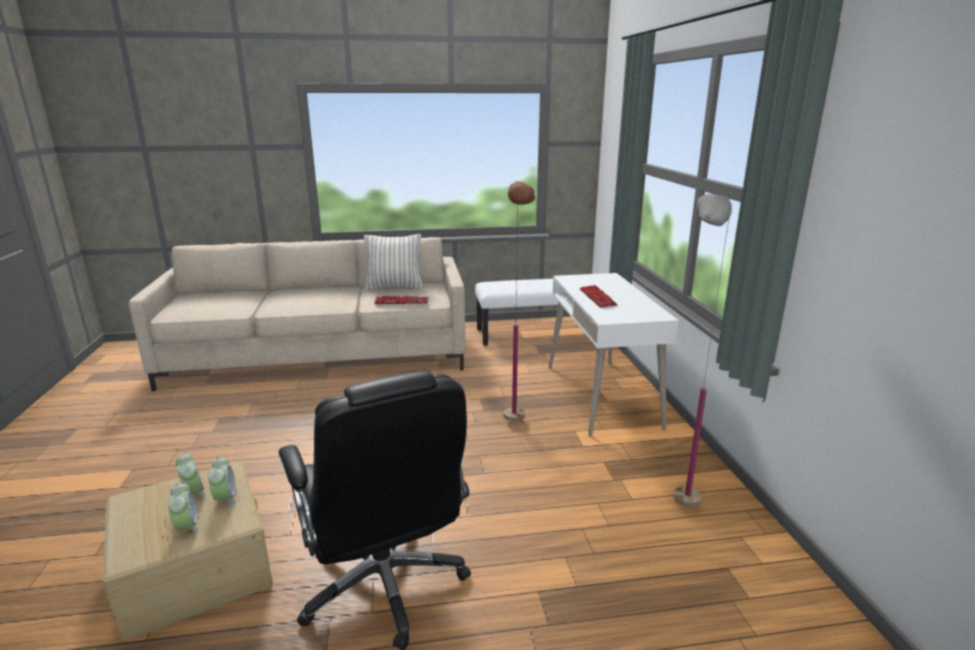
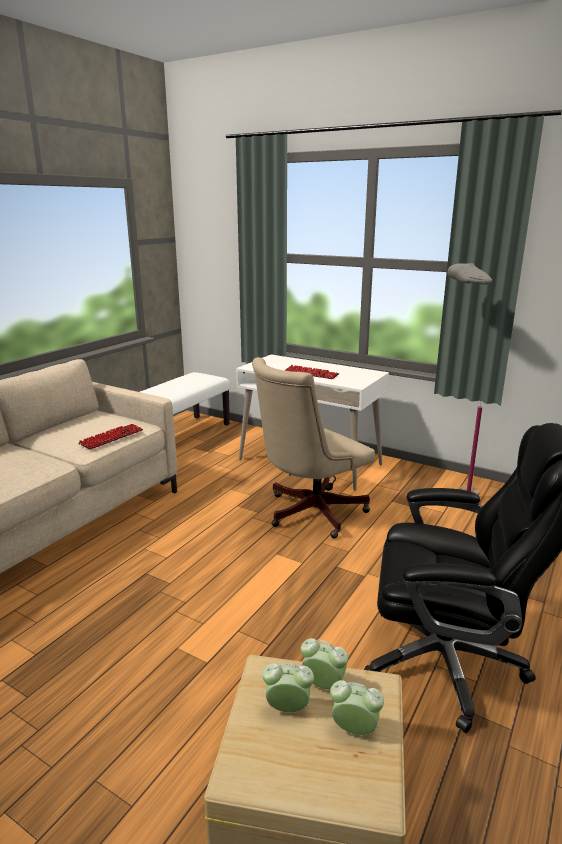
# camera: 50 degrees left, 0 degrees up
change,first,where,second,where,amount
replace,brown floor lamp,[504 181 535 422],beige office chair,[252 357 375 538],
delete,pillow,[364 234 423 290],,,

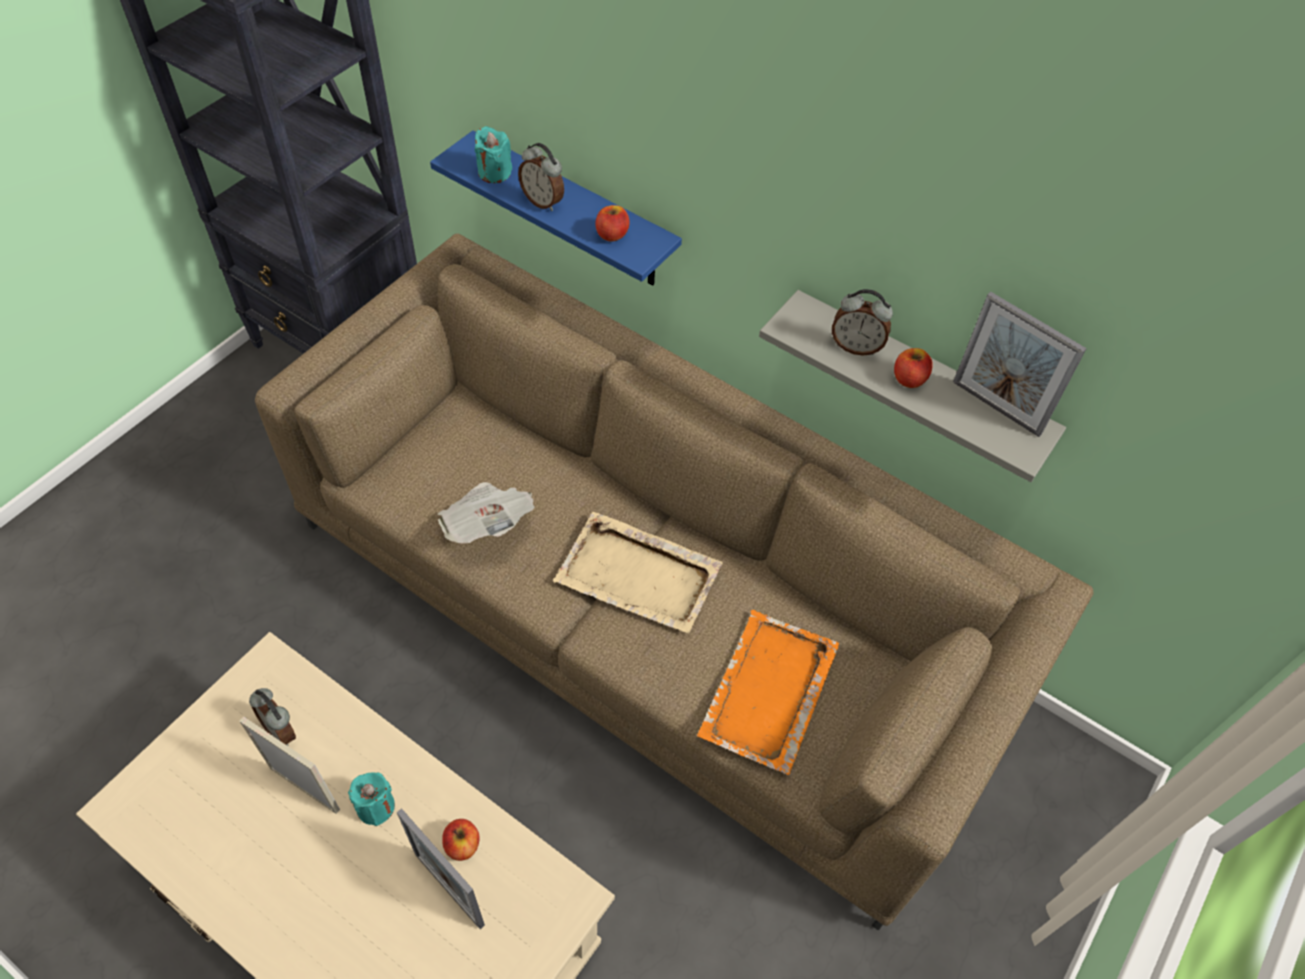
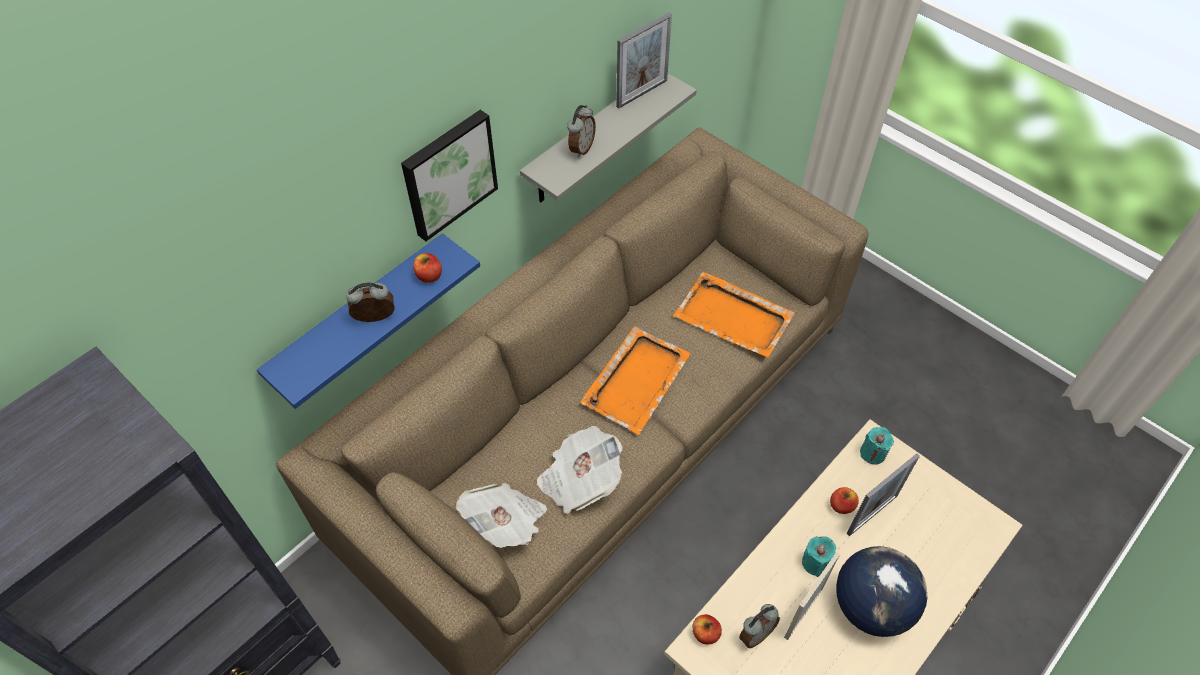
# camera: 80 degrees left, 0 degrees up
change,first,where,second,where,amount
rotate,alarm clock,[518 143 564 211],,[346 283 394 322],150 degrees counterclockwise
insert,,,picture,[401 110 498 241],
insert,,,newspaper,[456 483 547 548],
recolor,beige tray,[553 512 723 633],orange tray,[580 326 691 435],
move,apple,[894 348 933 388],,[692 614 722 644],
insert,,,globe,[836 546 927 637],
move,turquoise candle,[475 126 512 183],,[860 427 894 465],

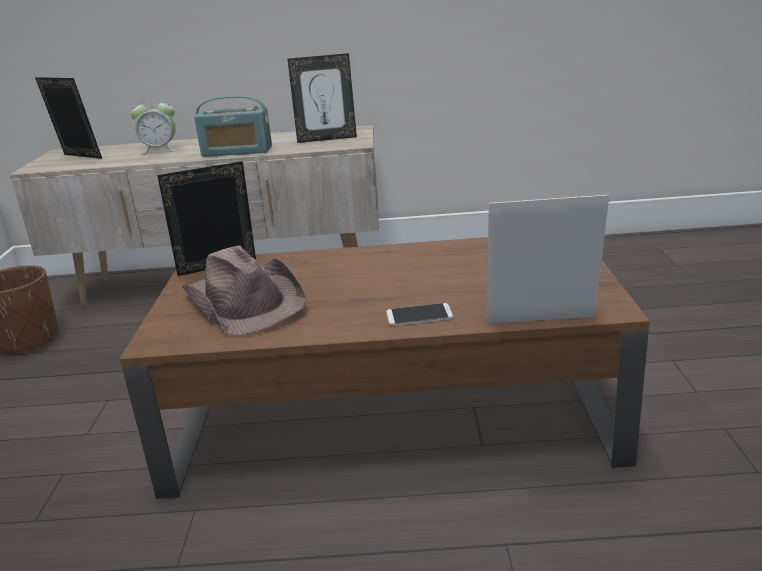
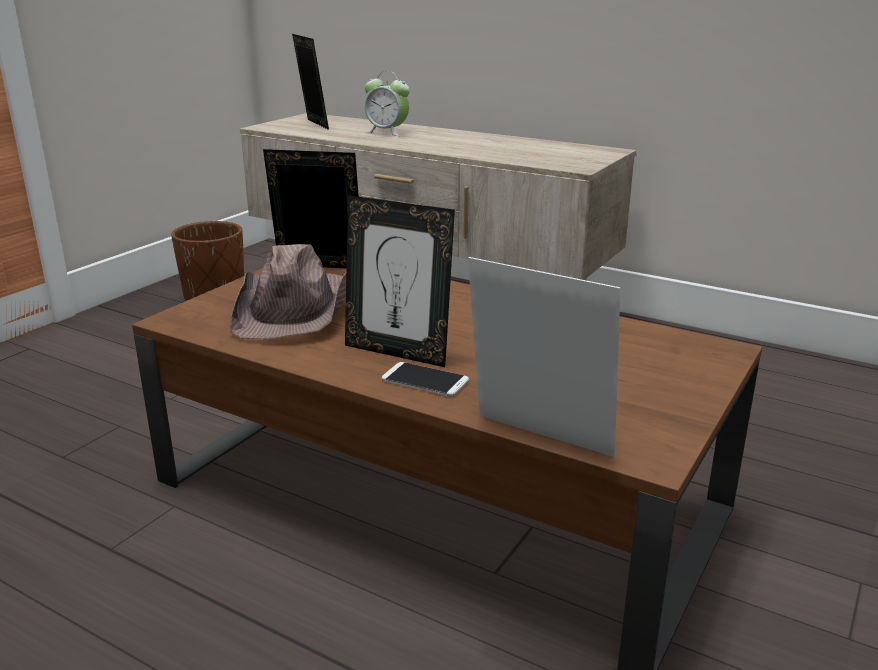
# camera: 30 degrees right, 0 degrees up
change,first,where,second,where,amount
move,picture frame,[287 53 357 143],,[345 195 455 367],
delete,radio,[194 95 272 157],,,

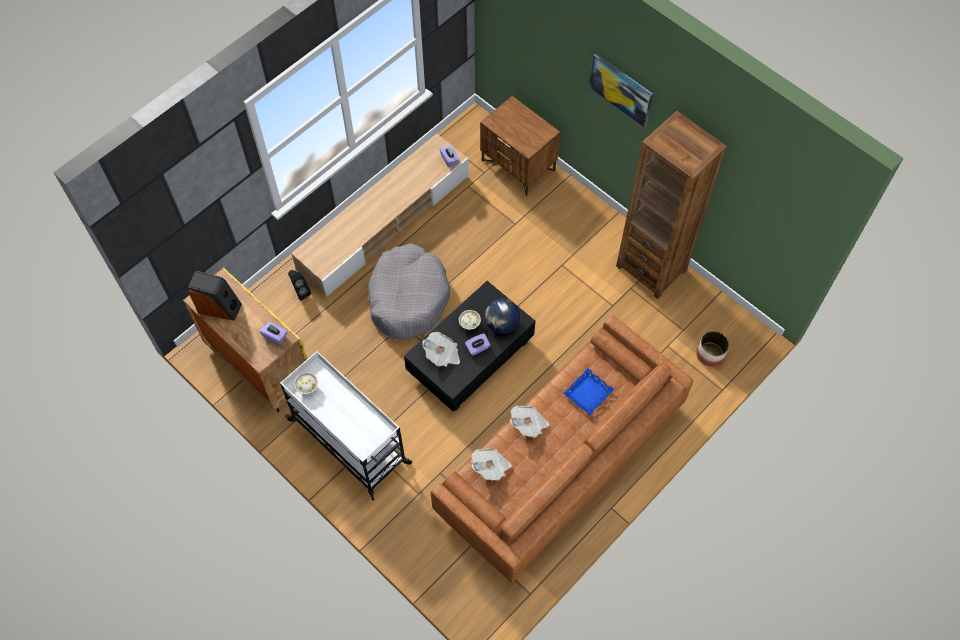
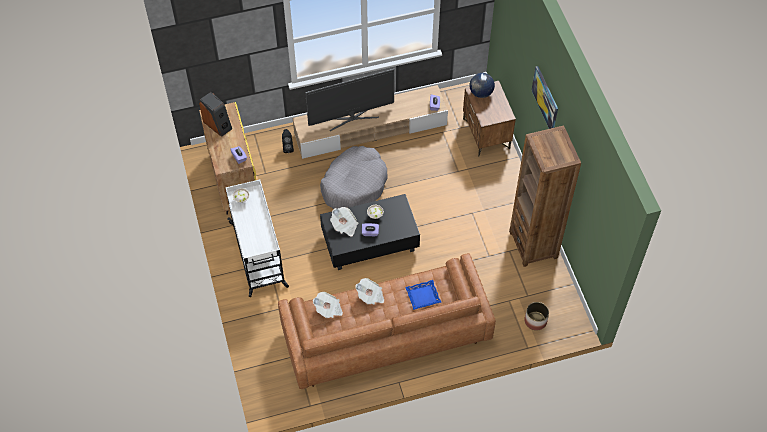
# camera: 30 degrees right, 5 degrees down
change,first,where,second,where,amount
insert,,,television,[305 69 395 131],
move,globe,[485 298 520 334],,[469 73 495 98],

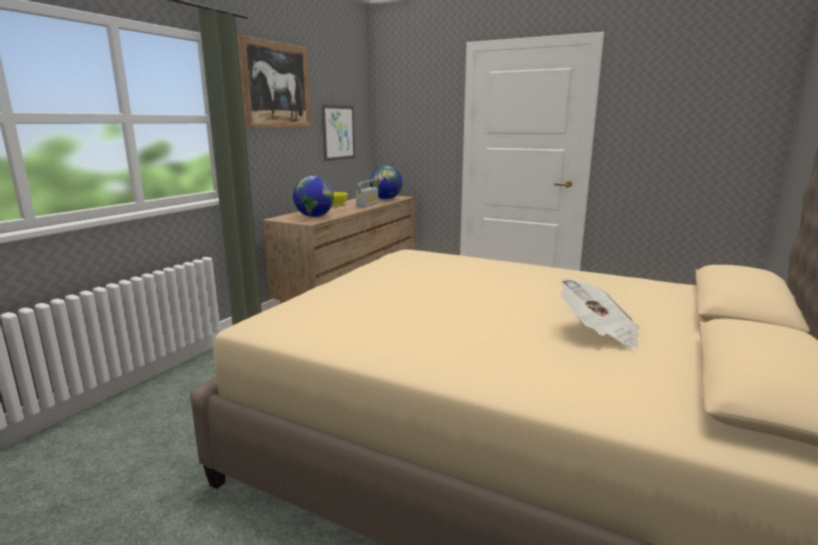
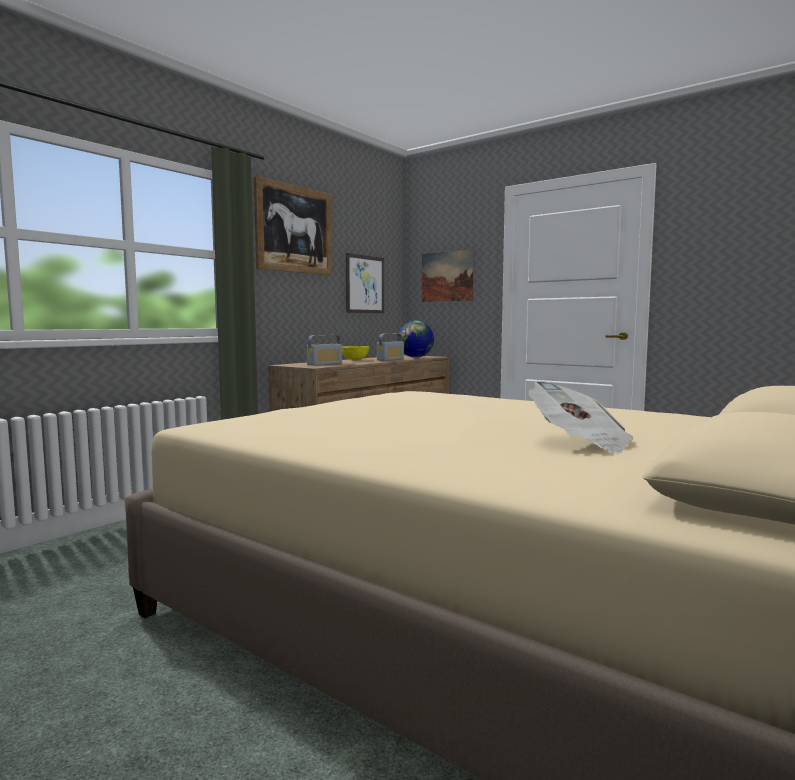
# camera: 10 degrees right, 10 degrees down
change,first,where,second,where,amount
replace,globe,[293 176 334 217],radio,[307 335 342 366],
insert,,,picture,[422 249 474 302],

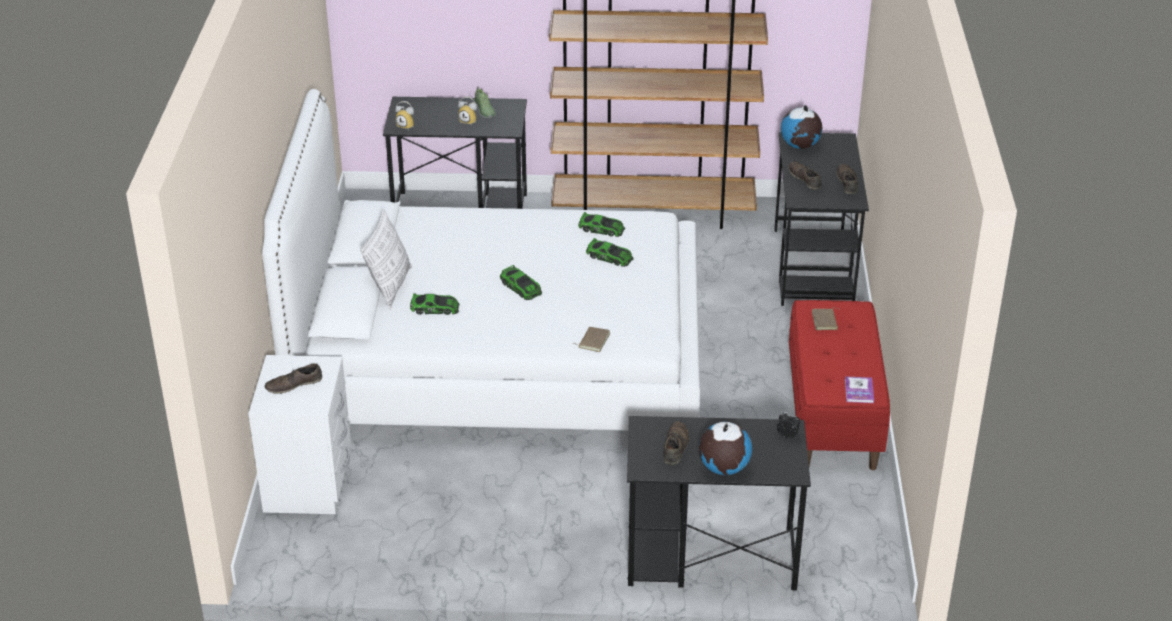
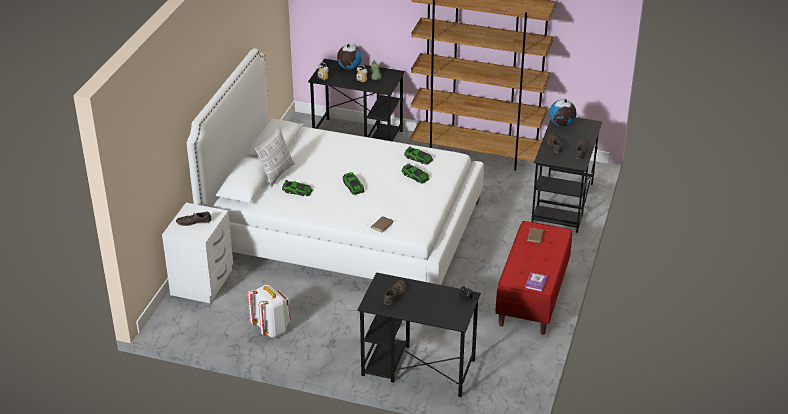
# camera: 15 degrees right, 0 degrees up
change,first,where,second,where,amount
insert,,,white backpack,[248 285 291 338],
move,globe,[699 422 752 475],,[337 44 362 70],

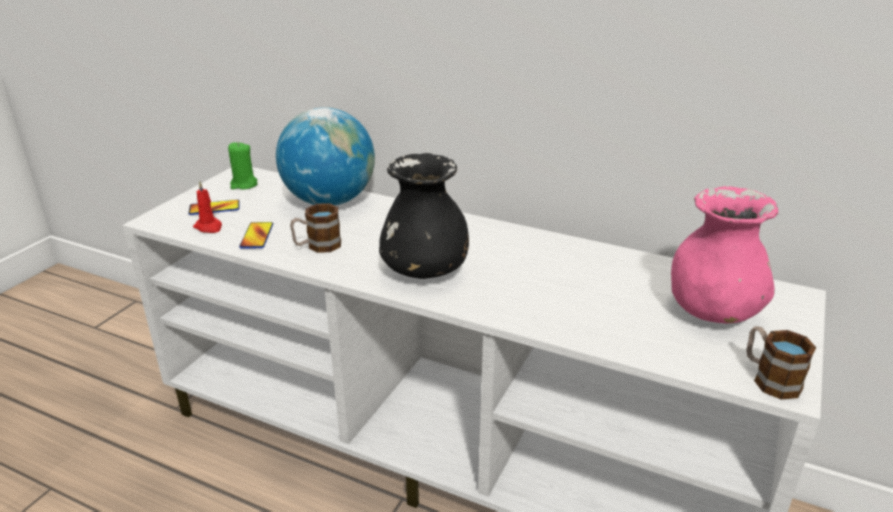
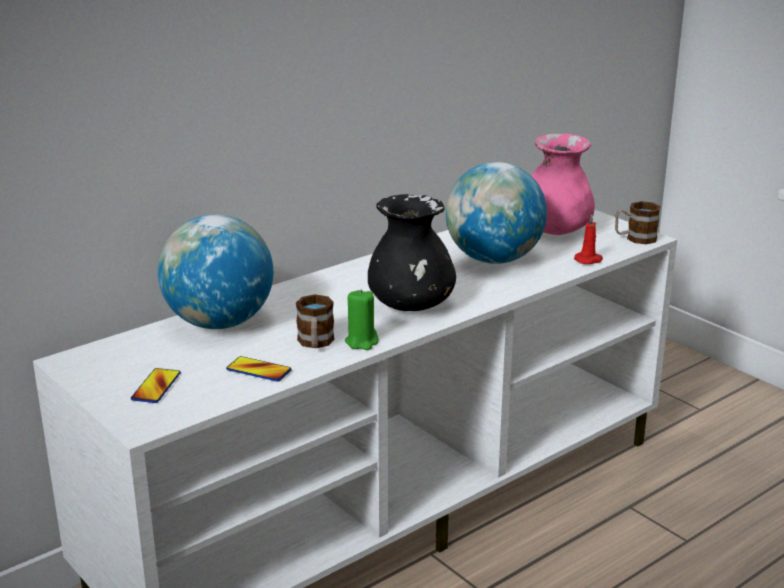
# camera: 65 degrees left, 5 degrees down
change,first,where,second,where,amount
move,green candle,[228 142 258 190],,[345 289 379 350],
insert,,,globe,[446 162 547 264],
move,red candle,[193 181 222 233],,[574 214 603 264],

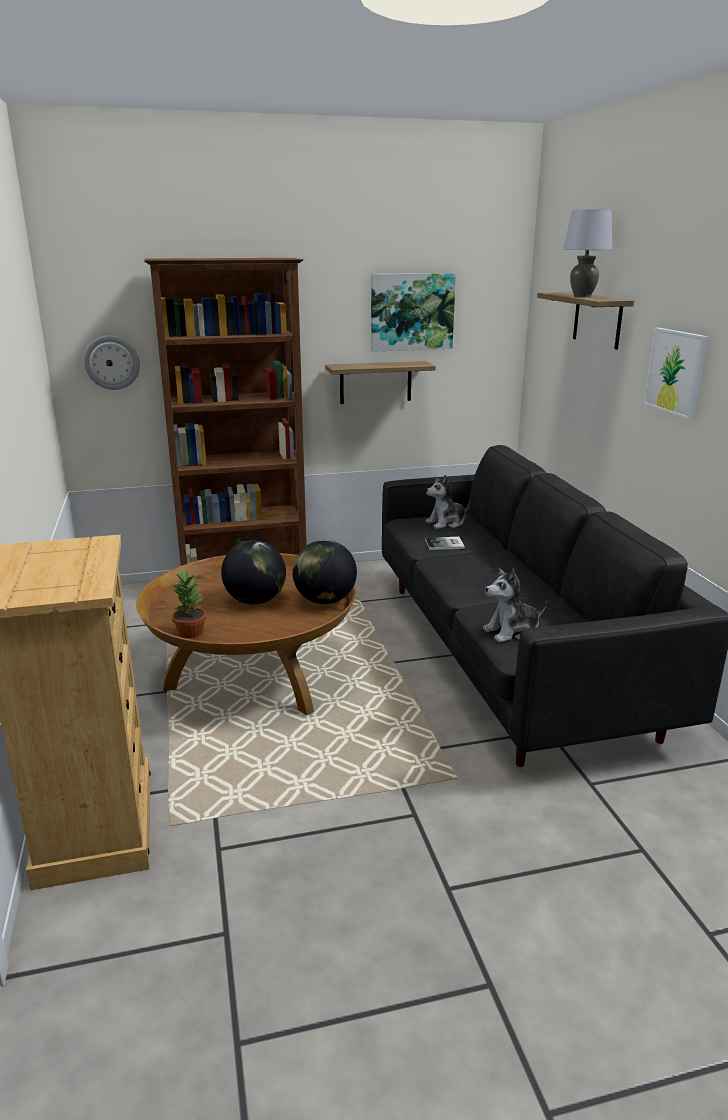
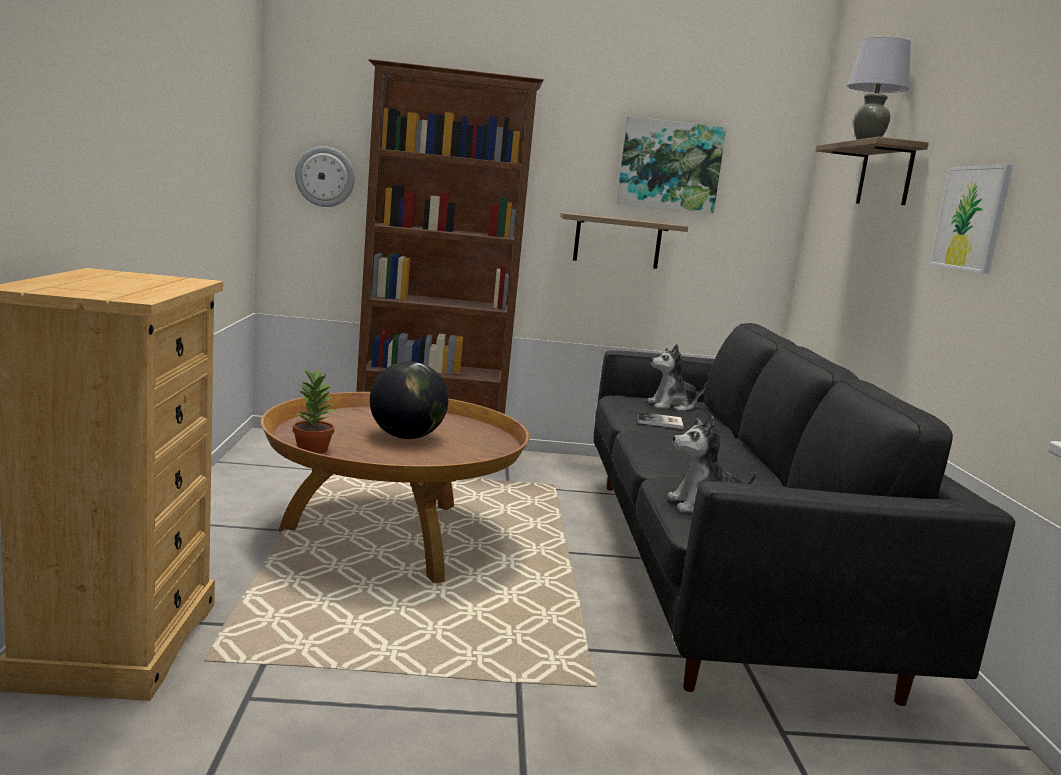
# camera: 10 degrees right, 10 degrees down
change,first,where,second,where,amount
delete,globe,[292 540 357 604],,,

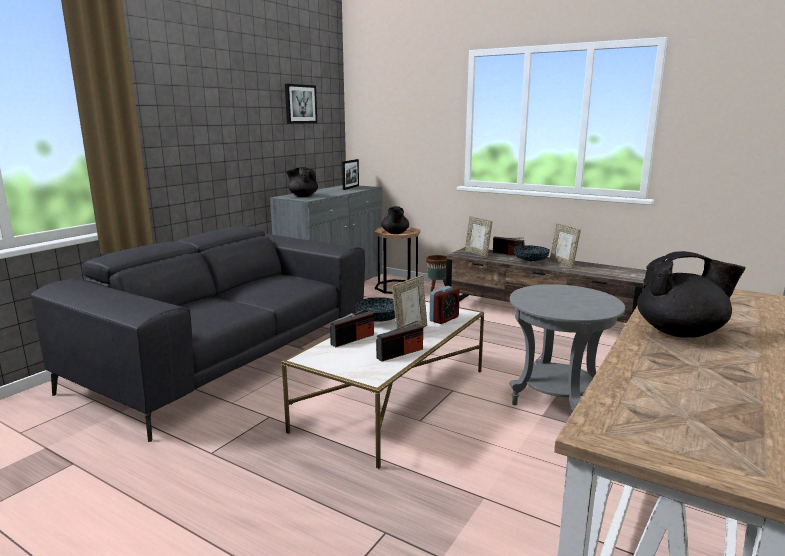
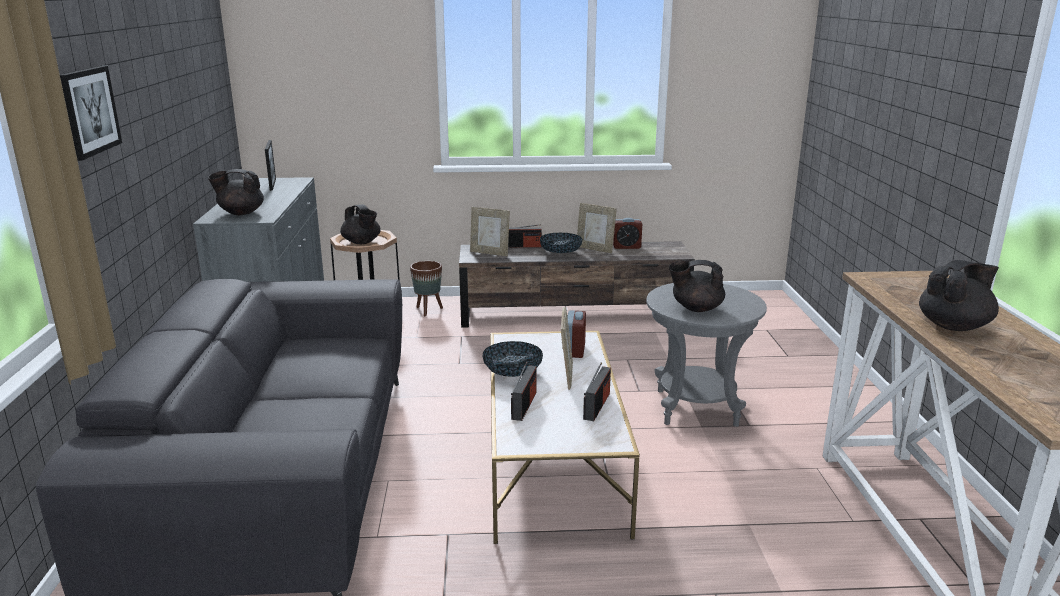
# camera: 35 degrees left, 5 degrees up
change,first,where,second,where,amount
move,picture,[285 84 317 124],,[60 66 122 161],
insert,,,alarm clock,[613 218 642 249],
insert,,,black teapot,[669 260 725 312],

